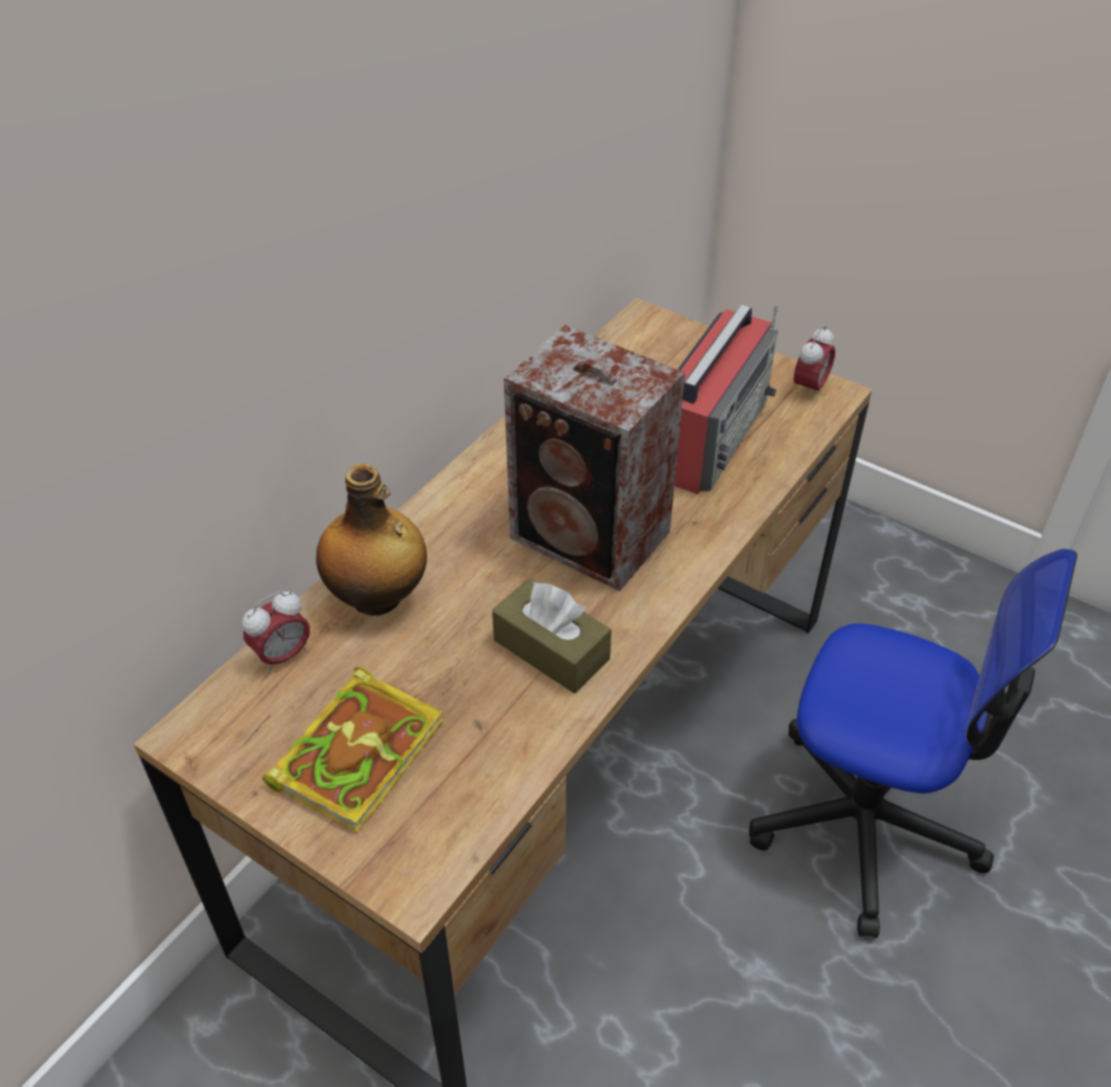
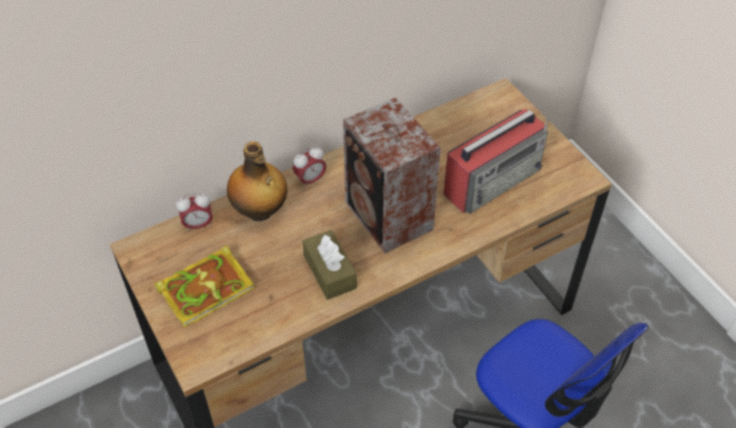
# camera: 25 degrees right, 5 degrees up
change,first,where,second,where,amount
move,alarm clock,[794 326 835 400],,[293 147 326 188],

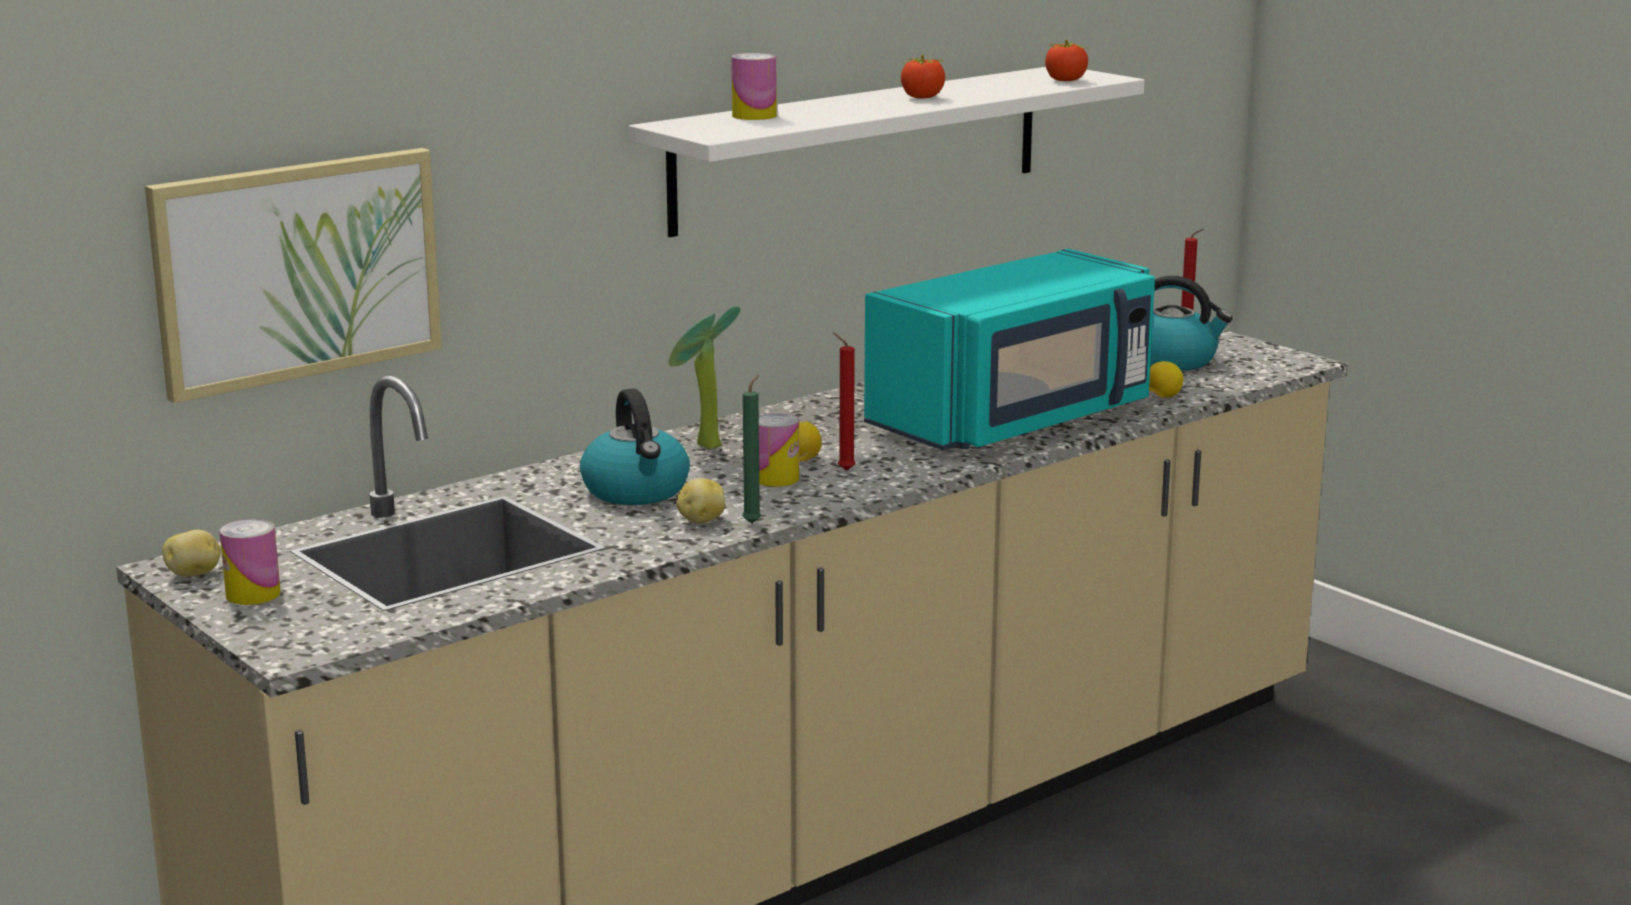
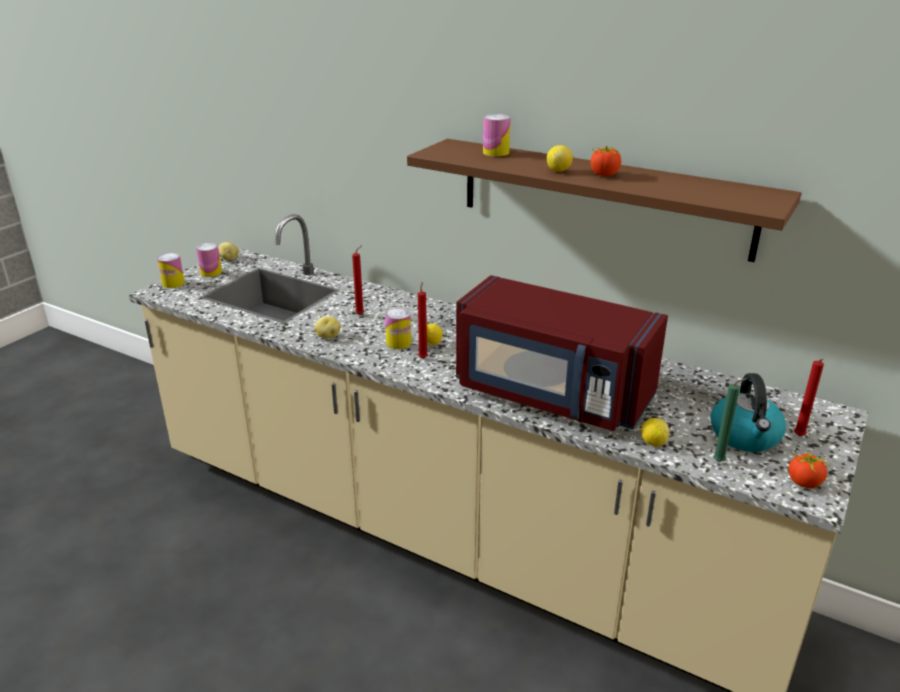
# camera: 70 degrees right, 10 degrees up
change,first,where,second,where,amount
insert,,,can,[157 253 185 288],
replace,kettle,[580 389 690 505],red candle,[352 245 364 315],
recolor,white shelf,[629 67 1145 237],brown shelf,[407 139 801 262],
recolor,turquoise microwave,[864 249 1155 450],red microwave,[456 275 668 431],
insert,,,lemon,[547 145 573 172],
move,green candle,[742 374 761 523],,[713 378 748 462],
move,tomato,[1045 39 1088 81],,[789 451 830 488],
delete,picture,[145 148 442 403],,,
delete,potted plant,[668 306 741 449],,,

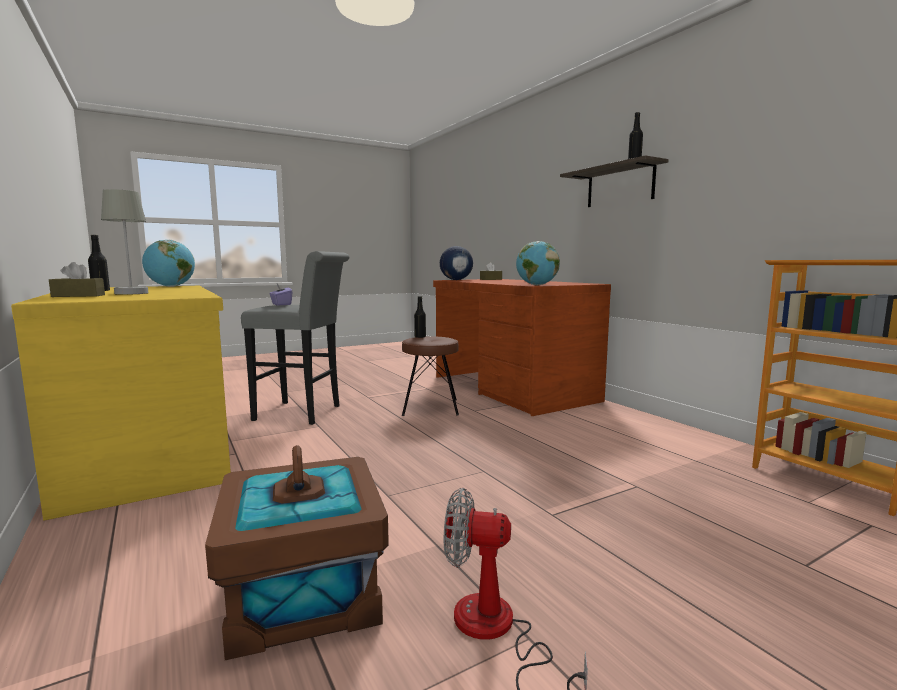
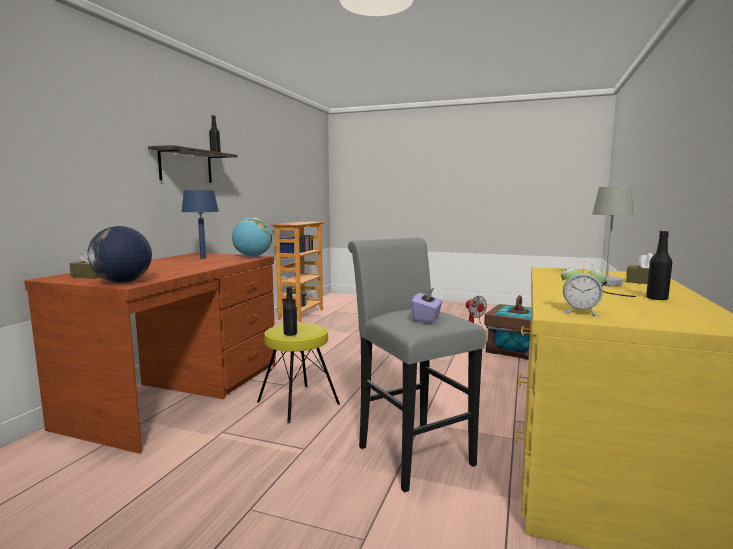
# camera: 130 degrees left, 0 degrees up
change,first,where,second,where,amount
insert,,,blue table lamp,[181 190 219 259],
recolor,brown stool,[402 336 459 416],yellow stool,[257 323 340 424],
replace,globe,[142 240 195 287],alarm clock,[561 262 607 316],

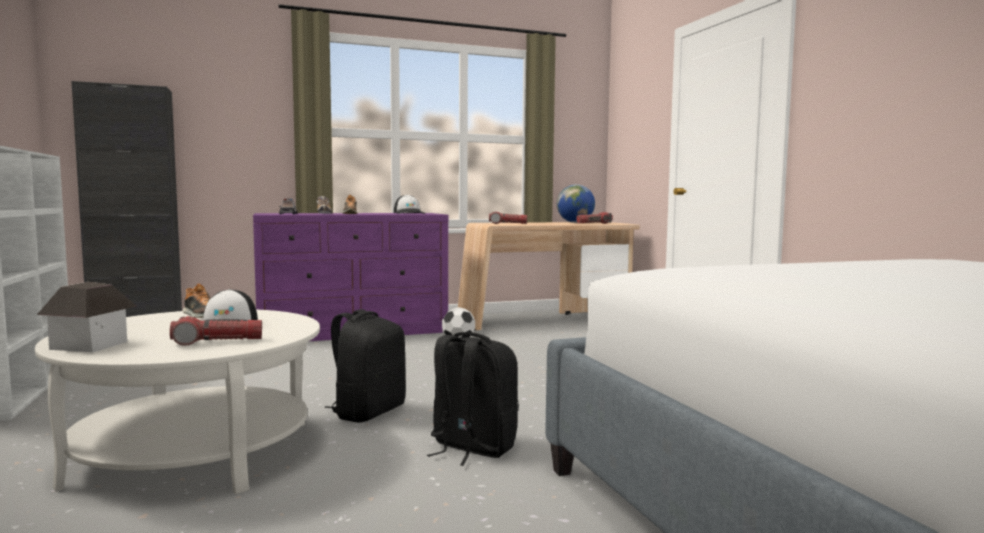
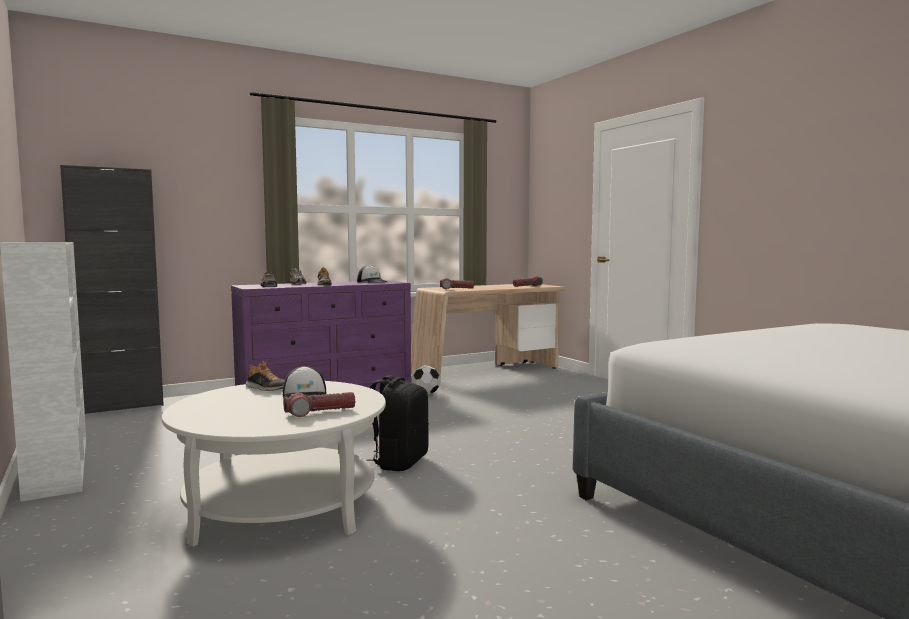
# camera: 10 degrees left, 0 degrees up
change,first,where,second,where,amount
delete,toy house,[37 282 136 352],,,
delete,black backpack,[427 332 519 466],,,
delete,globe,[557 185 595 223],,,

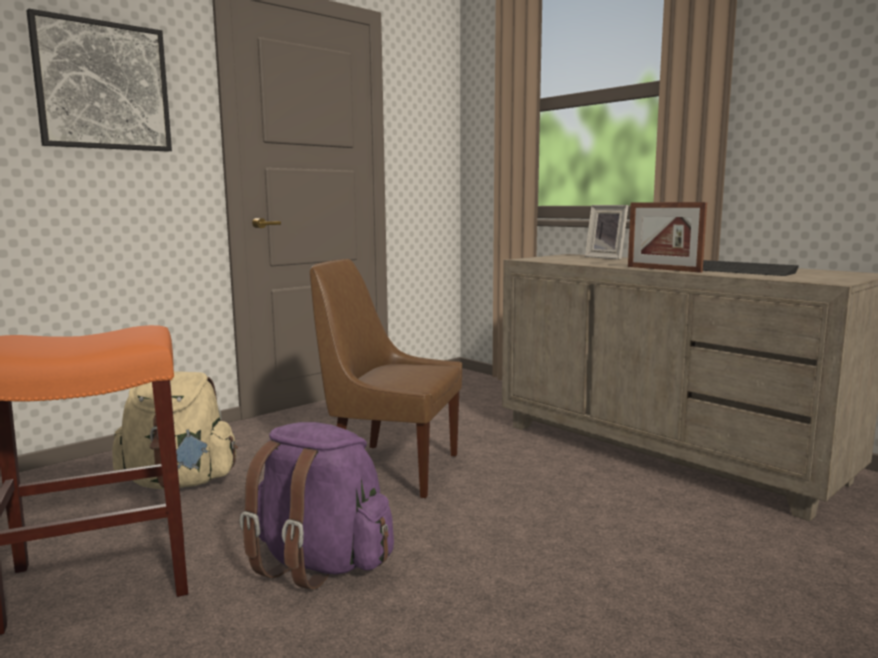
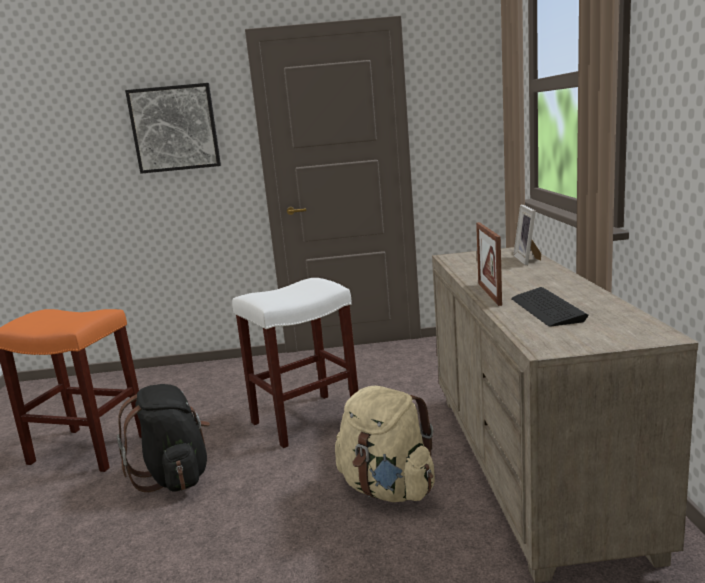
# camera: 40 degrees right, 5 degrees up
change,first,where,second,where,amount
recolor,purple backpack,[240 422 394 590],black backpack,[117 384 210 492],
replace,brown chair,[310 259 462 498],white stool,[232 278 358 448],
move,beige backpack,[112 371 238 489],,[335 386 435 502],

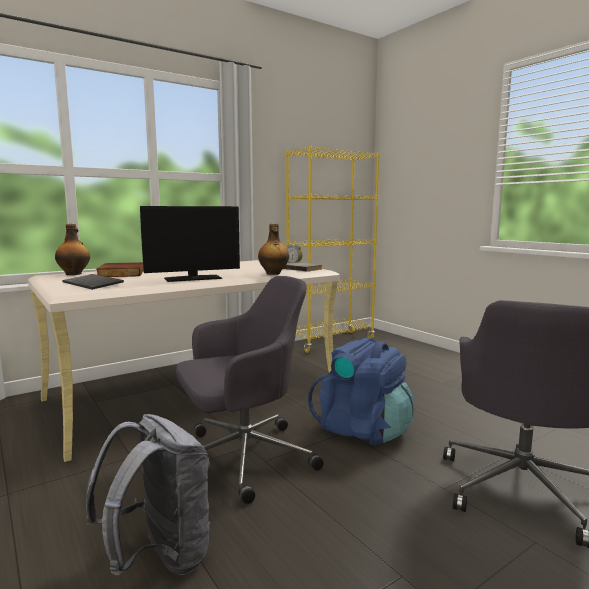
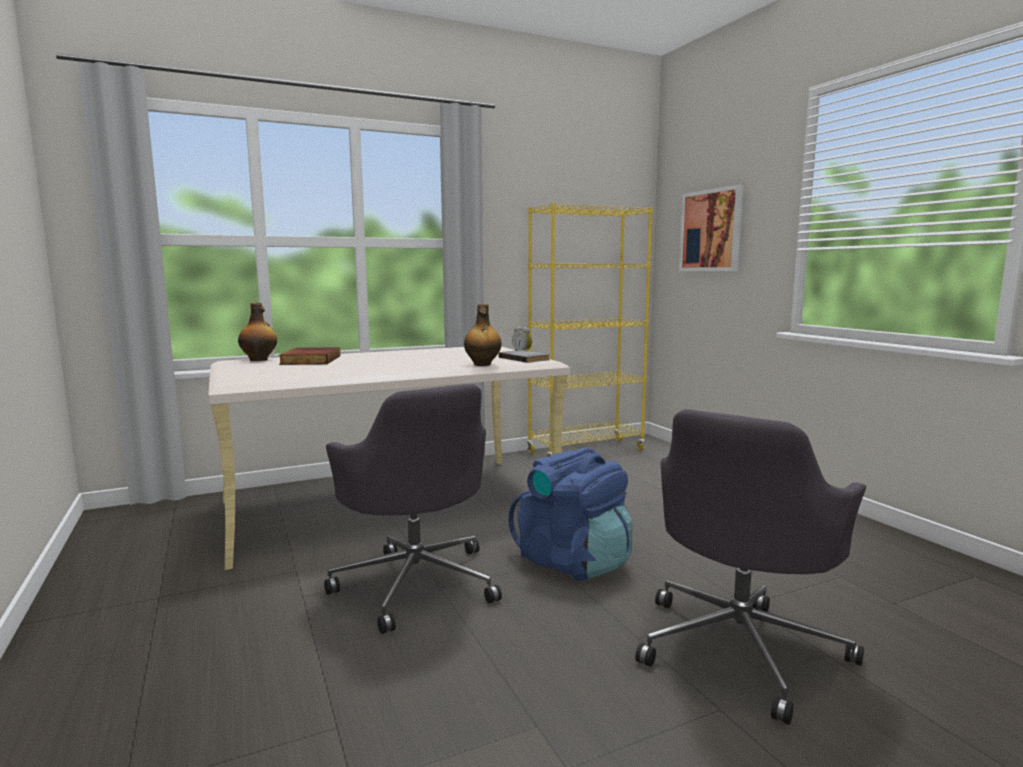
# camera: 10 degrees right, 0 degrees up
change,first,where,second,where,amount
rotate,grey office chair,[176 276 323 504],,[324 384 502 634],75 degrees clockwise
insert,,,picture,[679 185 743 271],
delete,keyboard,[62 274 124 290],,,
delete,grey backpack,[86 414 210 575],,,
delete,monitor,[140 206 240 282],,,

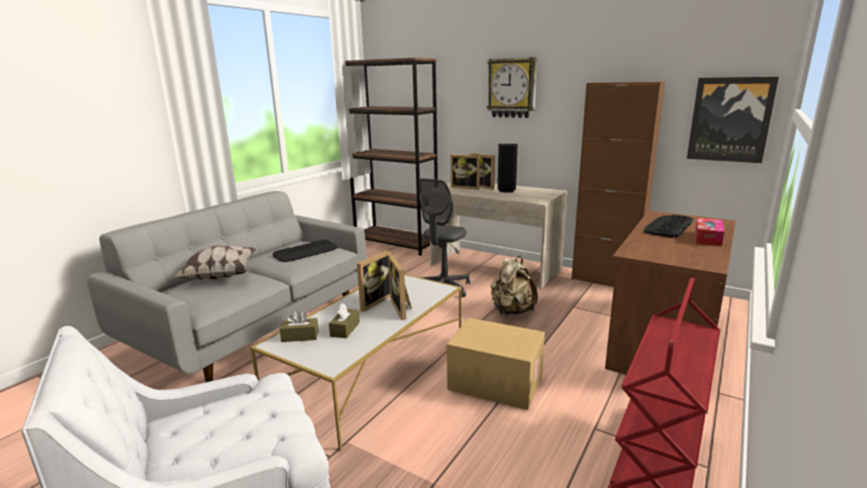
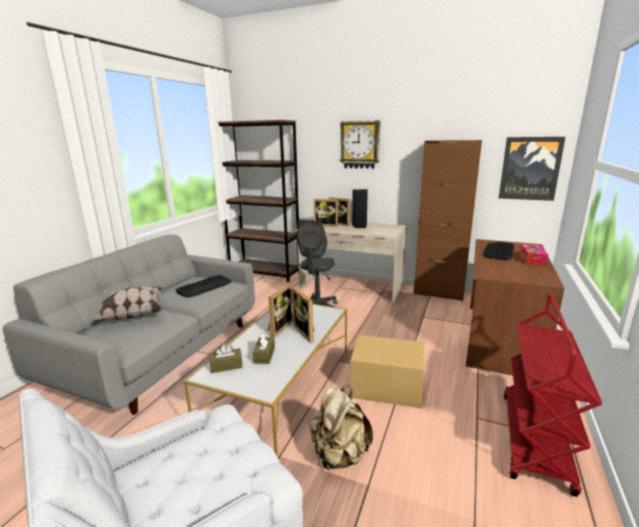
# camera: 10 degrees left, 0 degrees up
change,first,where,second,where,amount
move,beige backpack,[490 256 538 315],,[309 386 373 470],

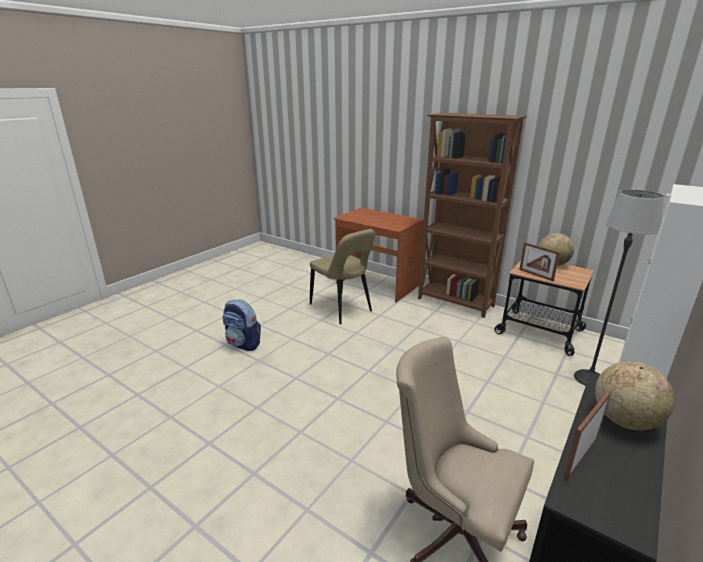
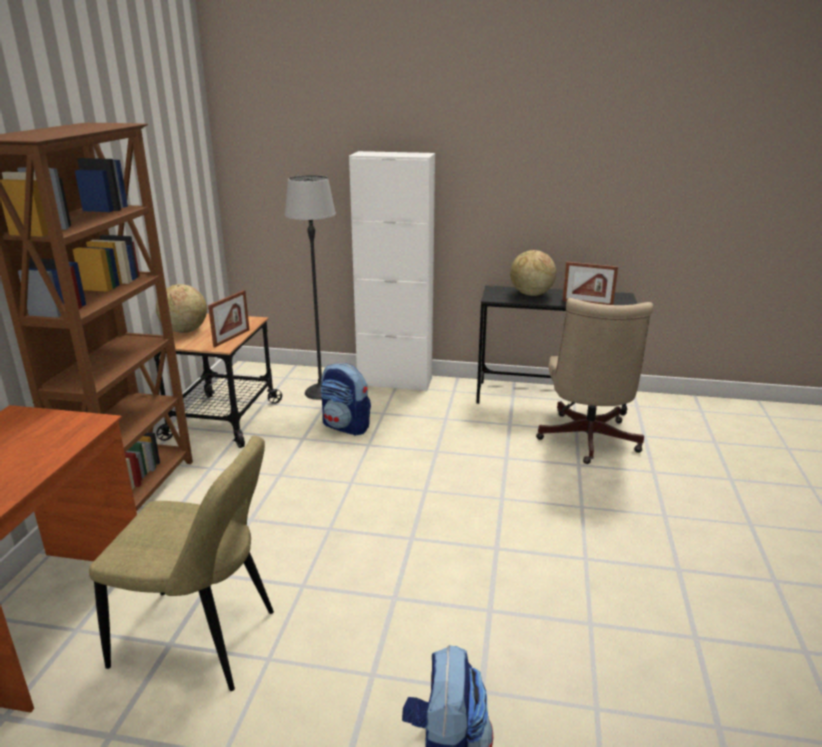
# camera: 115 degrees left, 0 degrees up
change,first,where,second,where,amount
rotate,beige chair,[310 229 375 324],,[89 436 274 691],75 degrees clockwise
insert,,,backpack,[321 363 371 436],

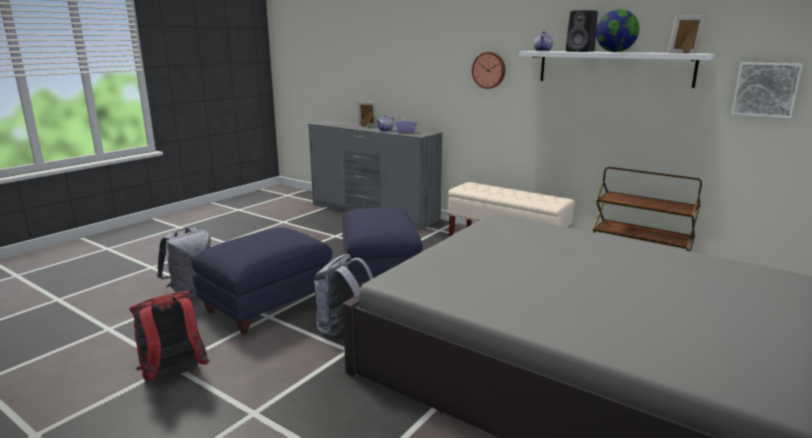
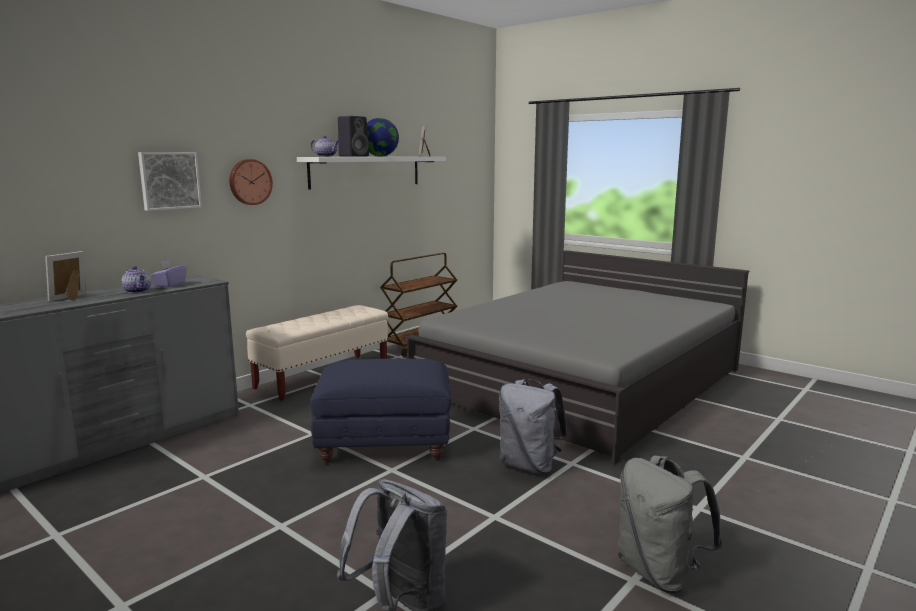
# camera: 85 degrees left, 5 degrees down
change,first,where,second,where,amount
move,picture,[731 62 803 118],,[138 152 202 211],
recolor,red backpack,[129 291 209 382],grey backpack,[618 455 723 593],
delete,blue ottoman,[191 227 332 334],,,

